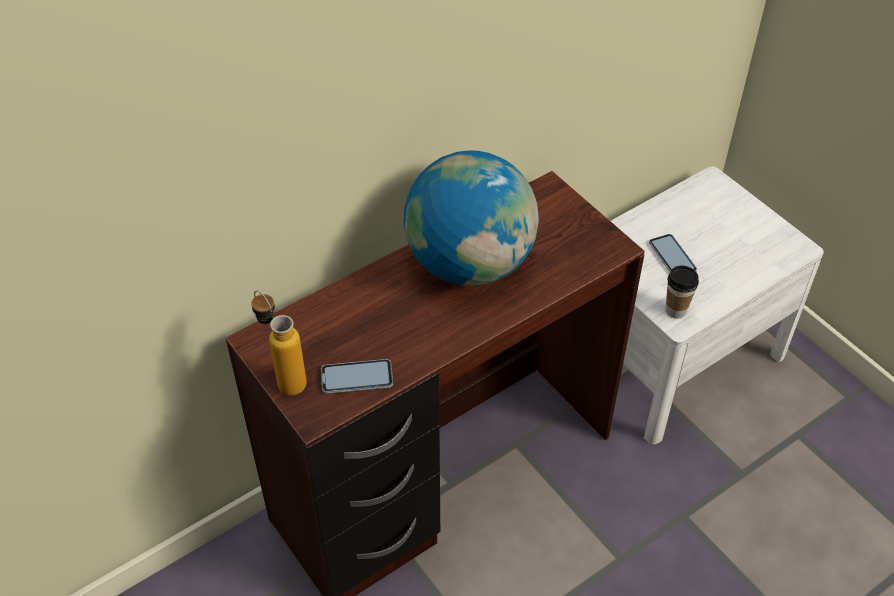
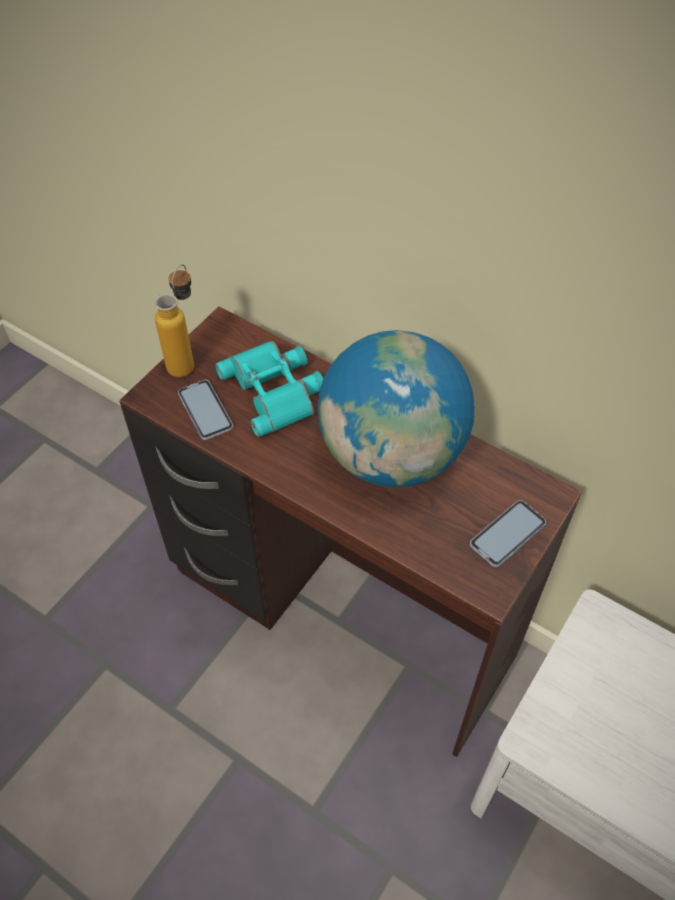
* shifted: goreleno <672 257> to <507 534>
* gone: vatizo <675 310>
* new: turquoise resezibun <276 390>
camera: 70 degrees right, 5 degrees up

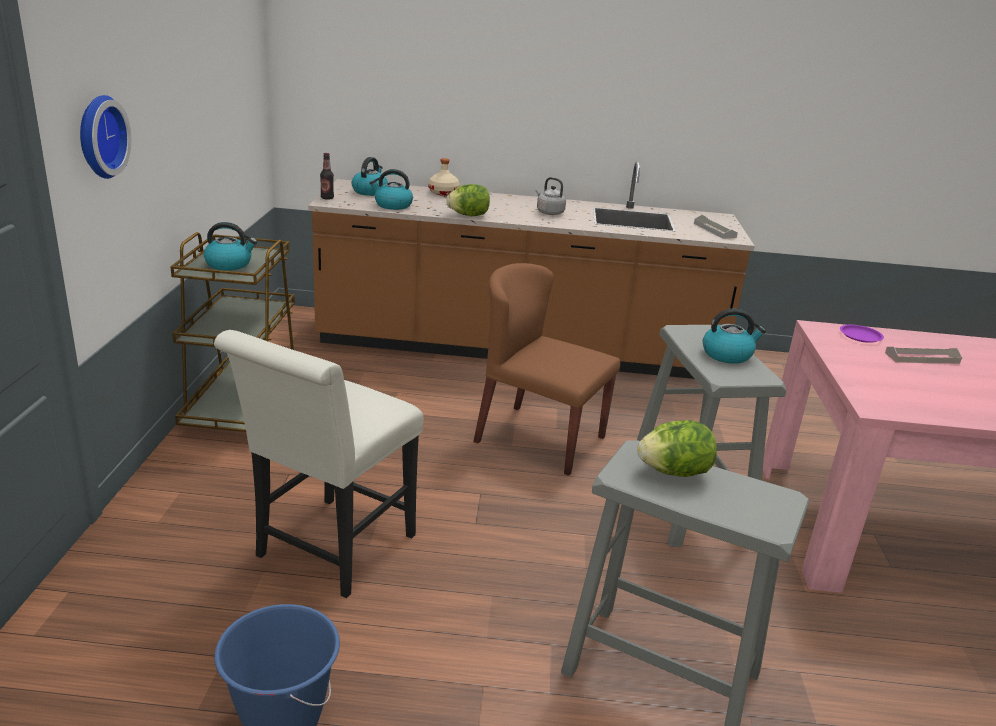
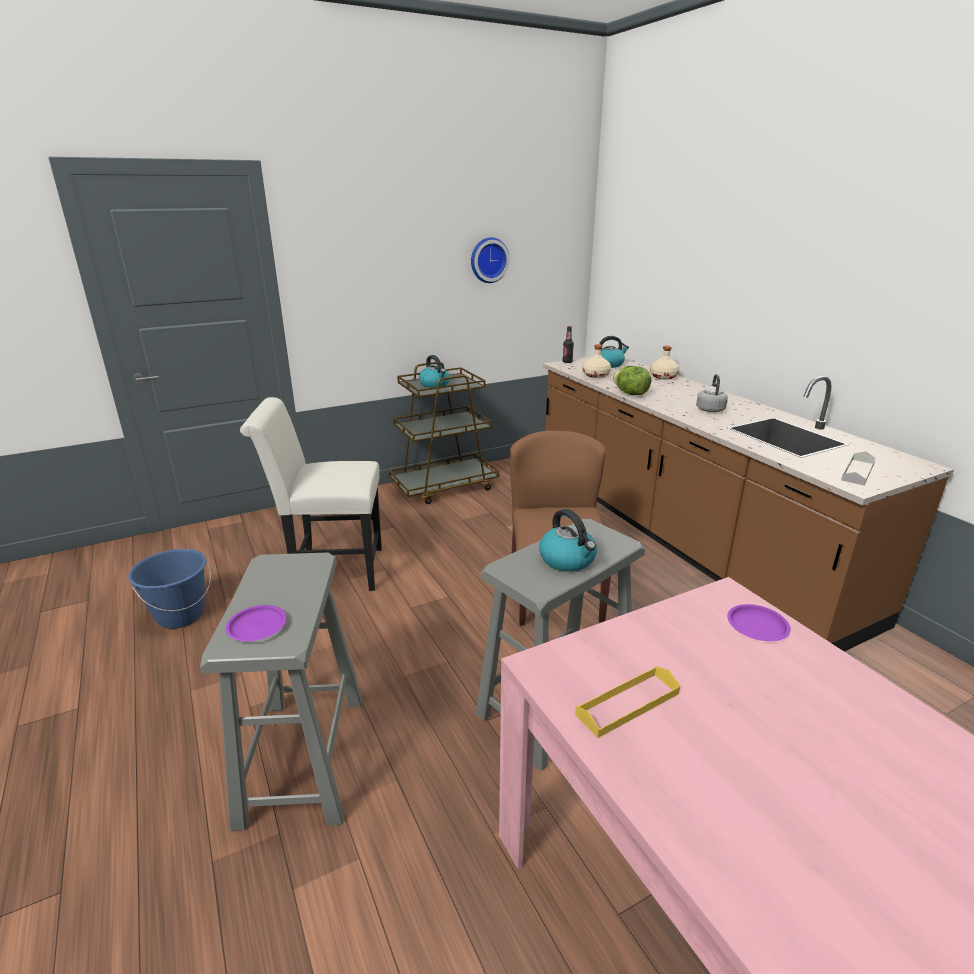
* shifted: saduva <98 136> to <488 260>
* swapped: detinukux <392 205> to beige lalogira <596 375>
* gone: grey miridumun <922 358>
* gone: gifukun <674 472>
* new: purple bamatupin <256 627>
* new: yellow miridumun <628 704>
camera: 60 degrees right, 0 degrees up

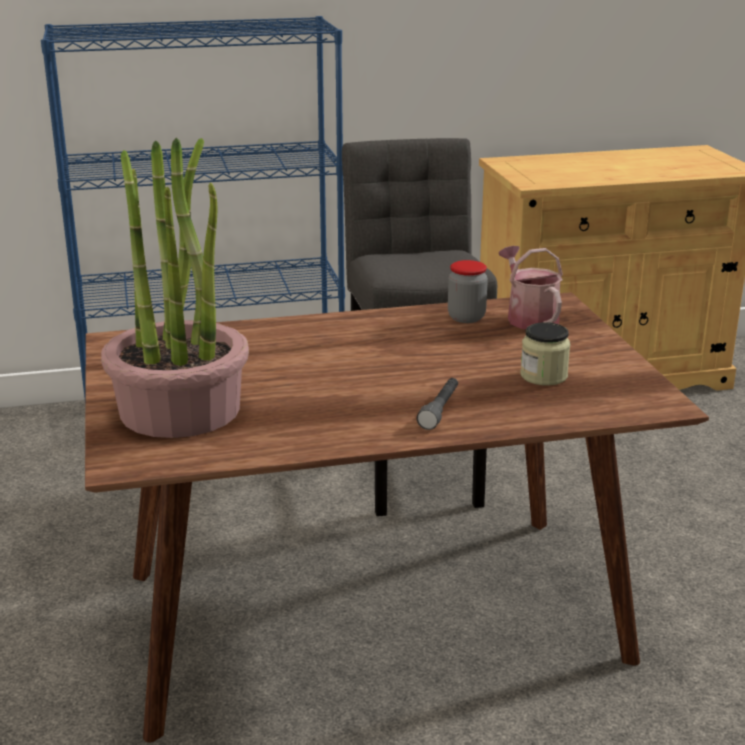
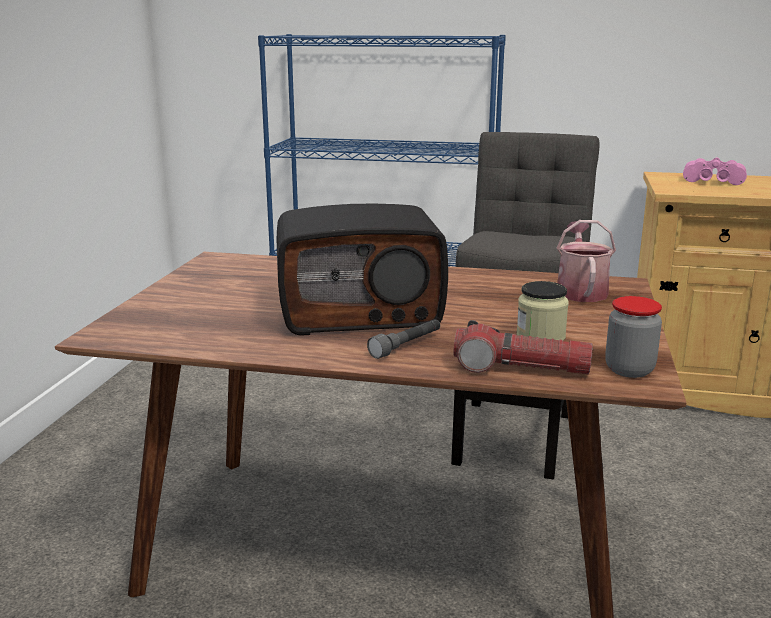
* gone: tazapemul <180 409>
* shifted: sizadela <466 317> to <629 370>
* new: pink resezibun <713 182>
* new: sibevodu <360 312>
* new: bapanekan <520 369>
camera: 25 degrees right, 5 degrees down

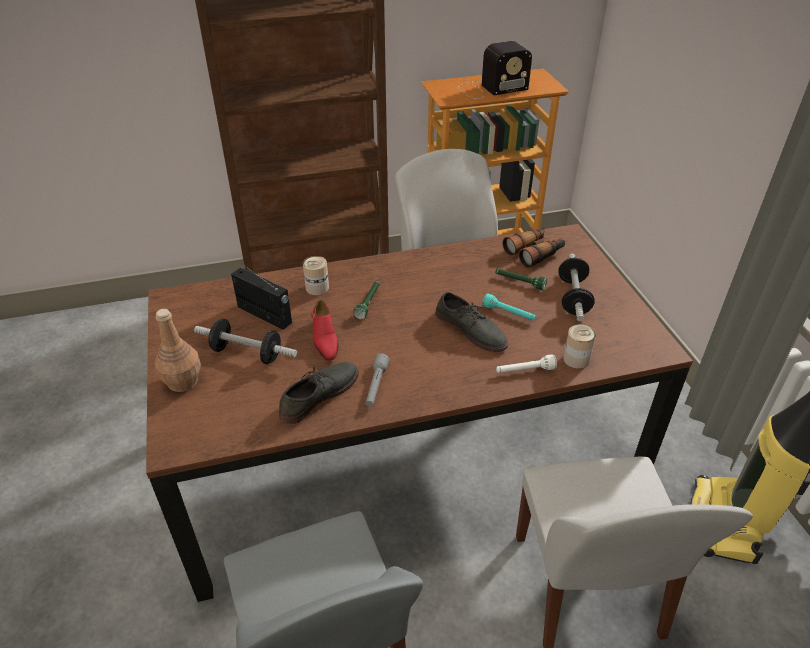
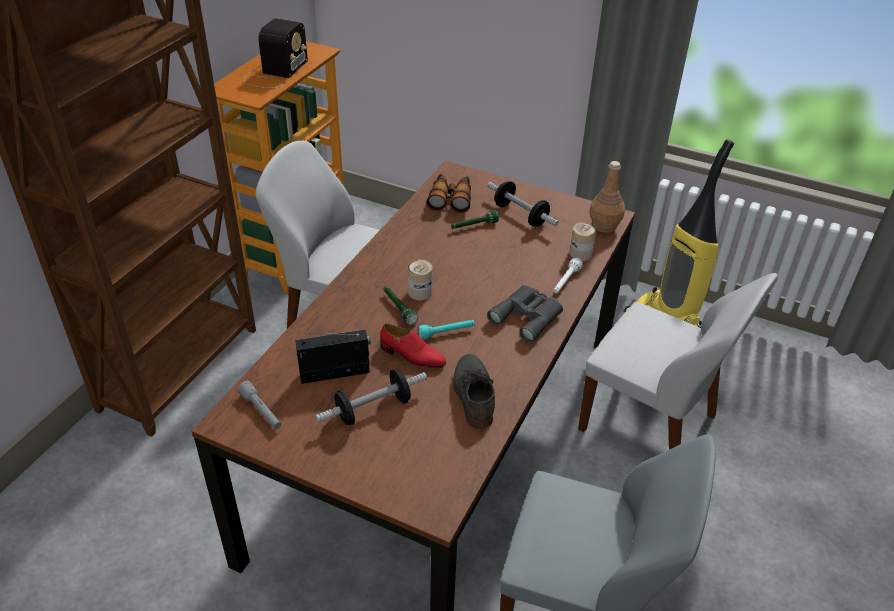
* shifted: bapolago <317 288> to <420 292>
* gone: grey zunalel <471 329>
* shifted: turquoise bapanekan <508 313> to <446 333>
* shifted: brown lalogira <182 382> to <604 226>
* shifted: grey bapanekan <376 385> to <261 411>
* new: grey resezibun <528 316>
camera: 50 degrees left, 0 degrees up

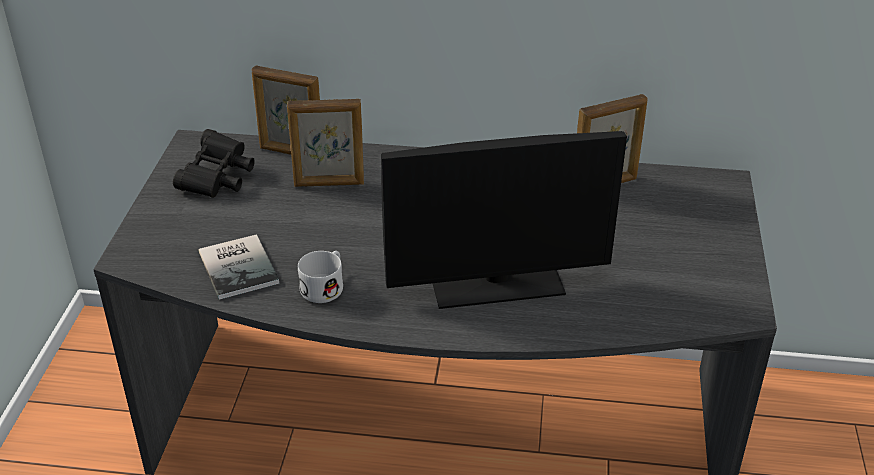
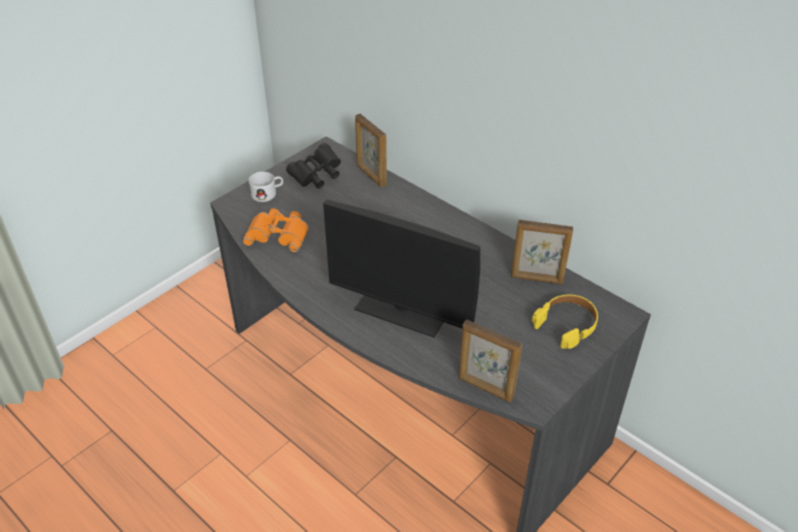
* shifted: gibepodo <329 184> to <485 388>
* swapped: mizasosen <240 266> to orange resezibun <279 234>
* shifted: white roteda <325 286> to <268 194>
* new: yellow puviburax <567 324>
camera: 35 degrees right, 5 degrees up

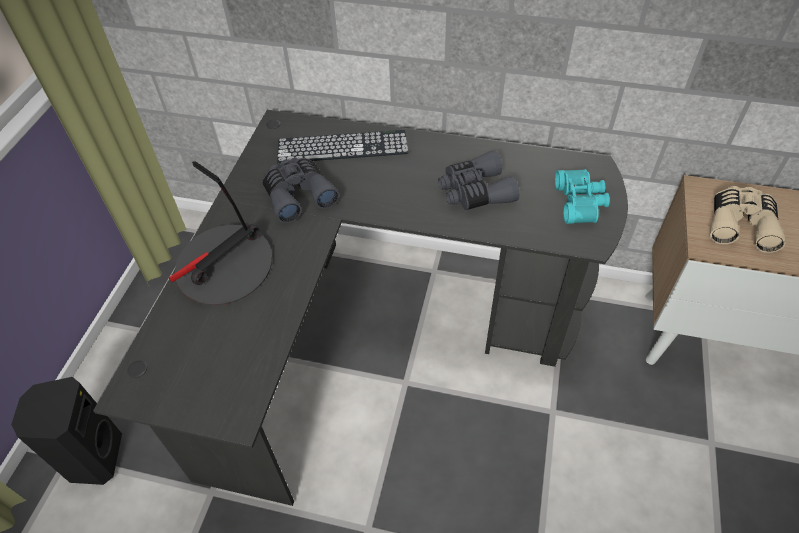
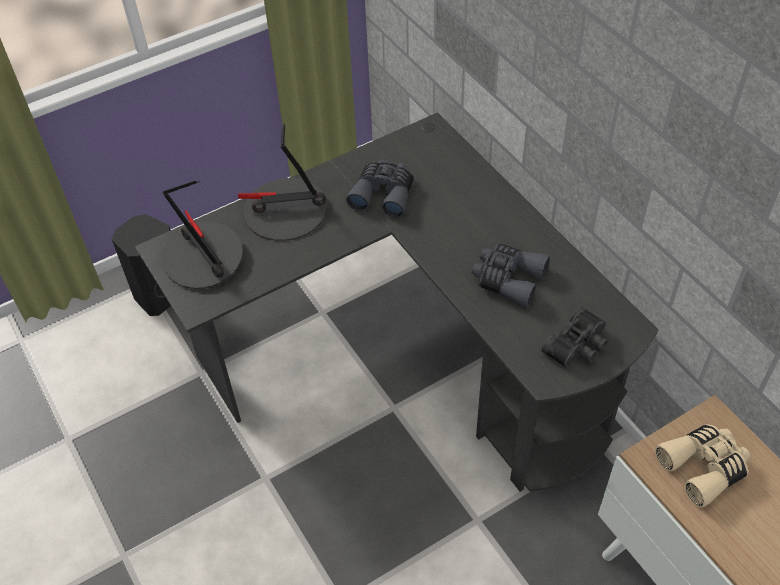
* gone: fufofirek <342 147>
* repainted: turquoise resezibun <581 202> to black resezibun <578 346>
* new: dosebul <203 257>
camera: 45 degrees right, 0 degrees up

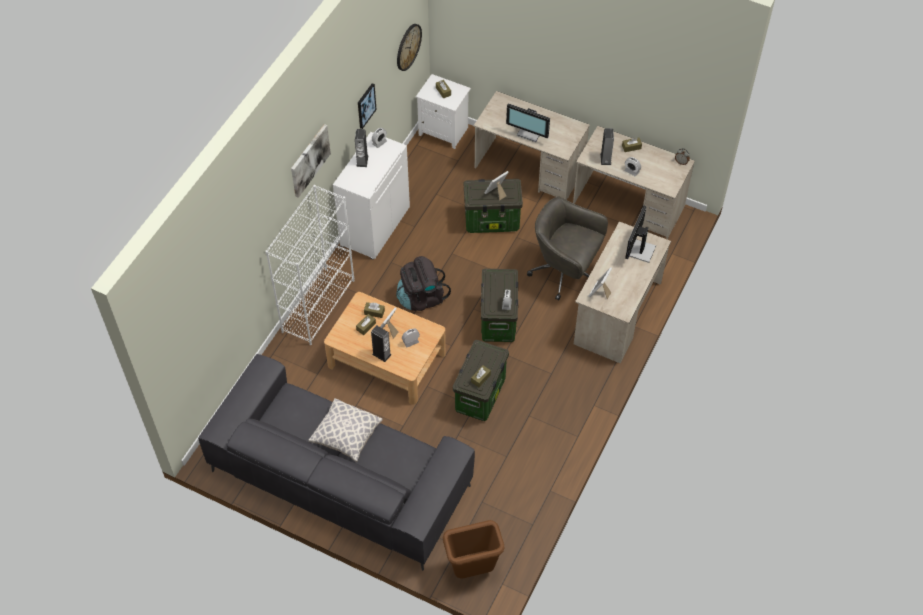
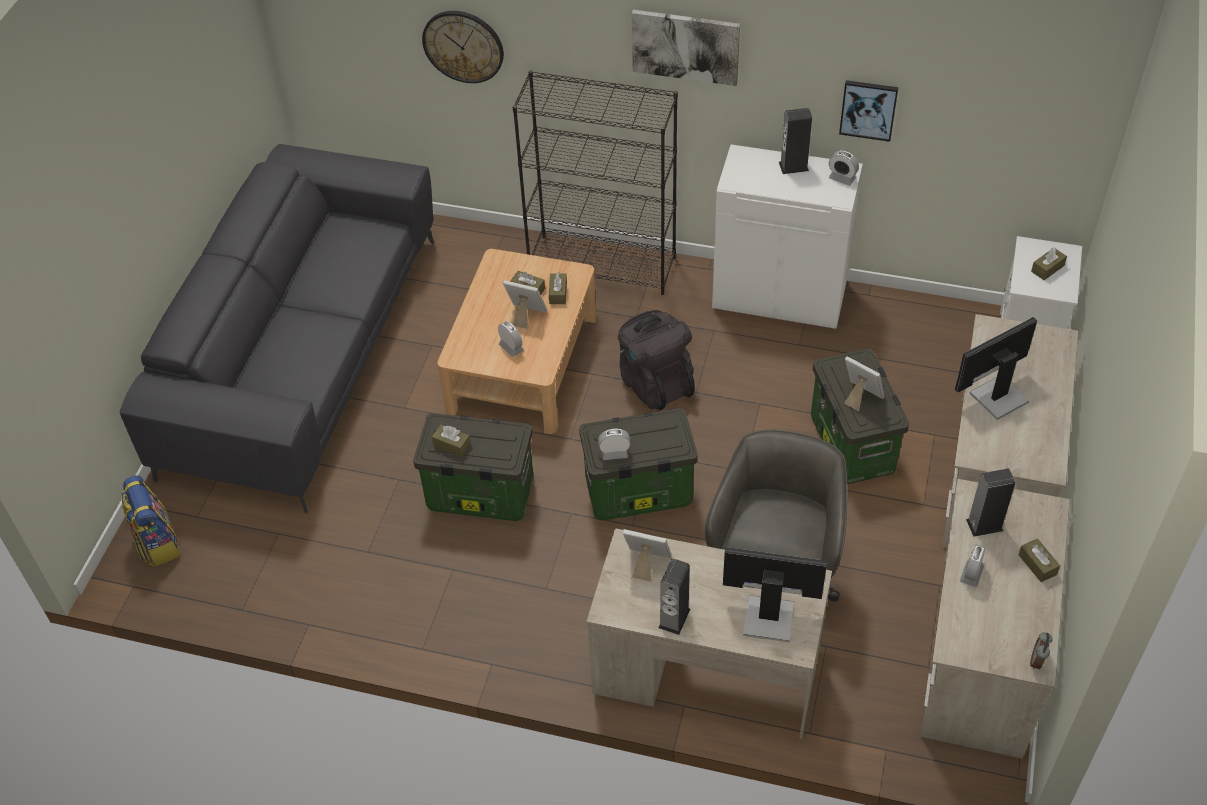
* shifted: saduva <408 47> to <463 46>
* rotated: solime <530 133> = <996 396> 45 degrees clockwise
* repainted: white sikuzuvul <318 305> to black sikuzuvul <603 264>
* shifted: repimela <381 354> to <674 618>
* gone: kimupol <346 435>
* swapped: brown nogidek <472 569> to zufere <157 543>
camera: 80 degrees right, 5 degrees down

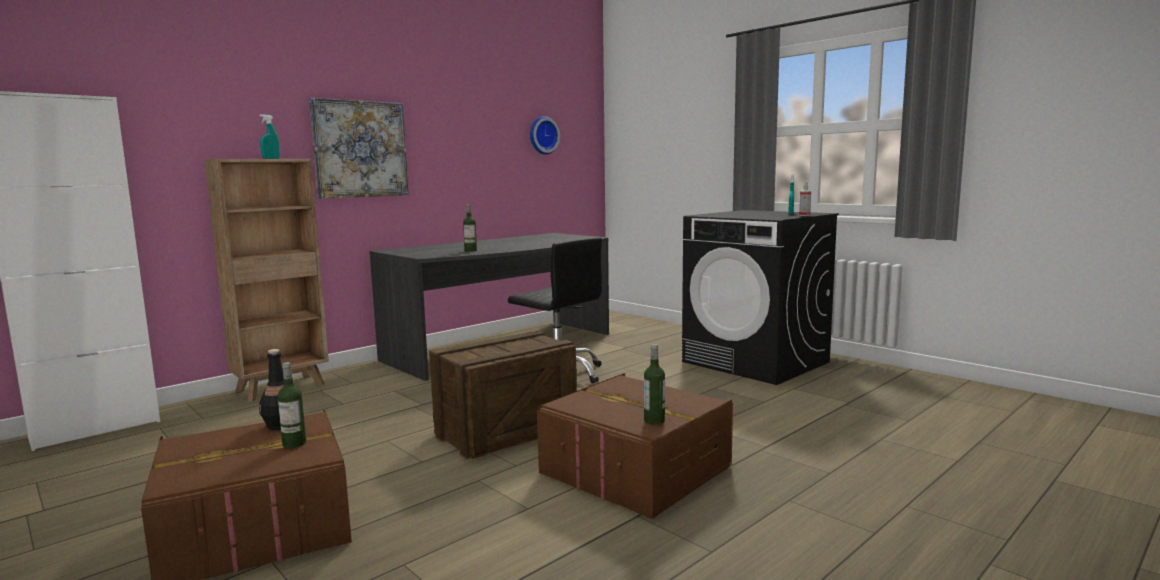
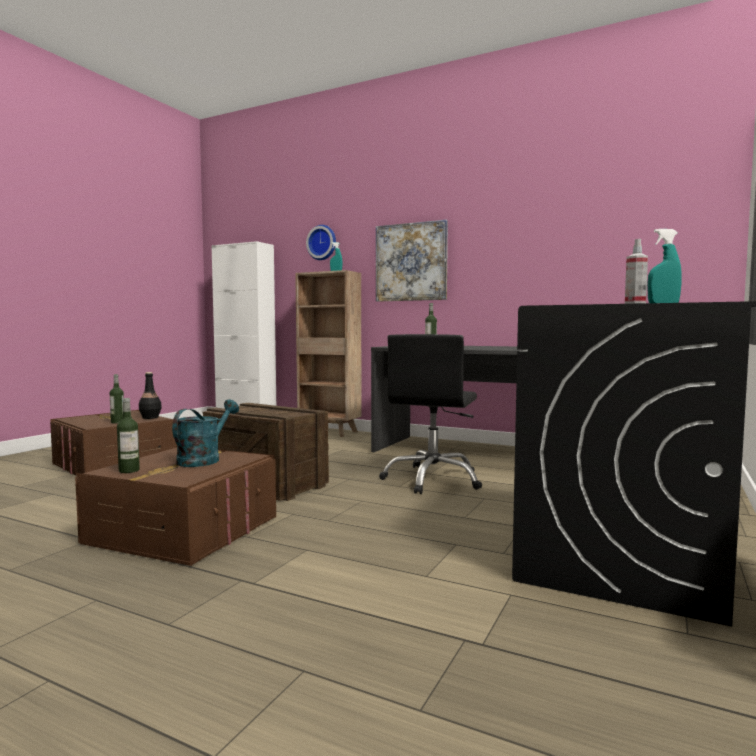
* shifted: saduva <542 135> to <322 243>
* new: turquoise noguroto <203 459>
camera: 70 degrees right, 5 degrees down

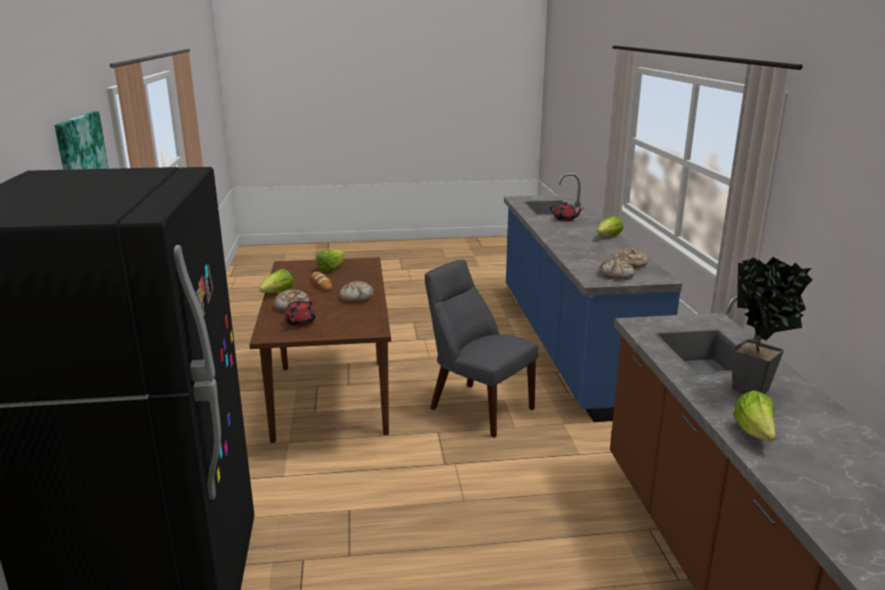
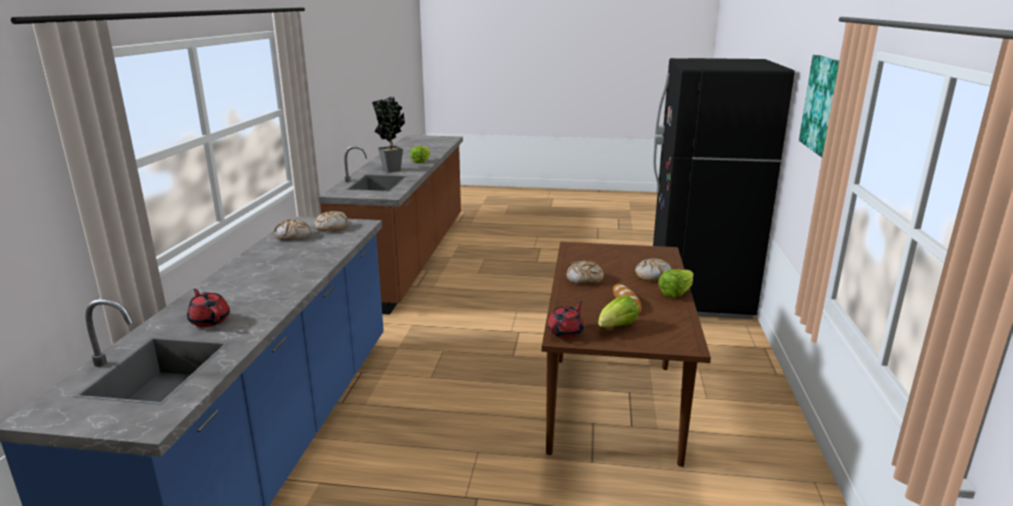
* gone: gifukun <608 237>
* gone: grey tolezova <477 407>
* shifted: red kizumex <299 323> to <566 332>
camera: 165 degrees left, 0 degrees up

